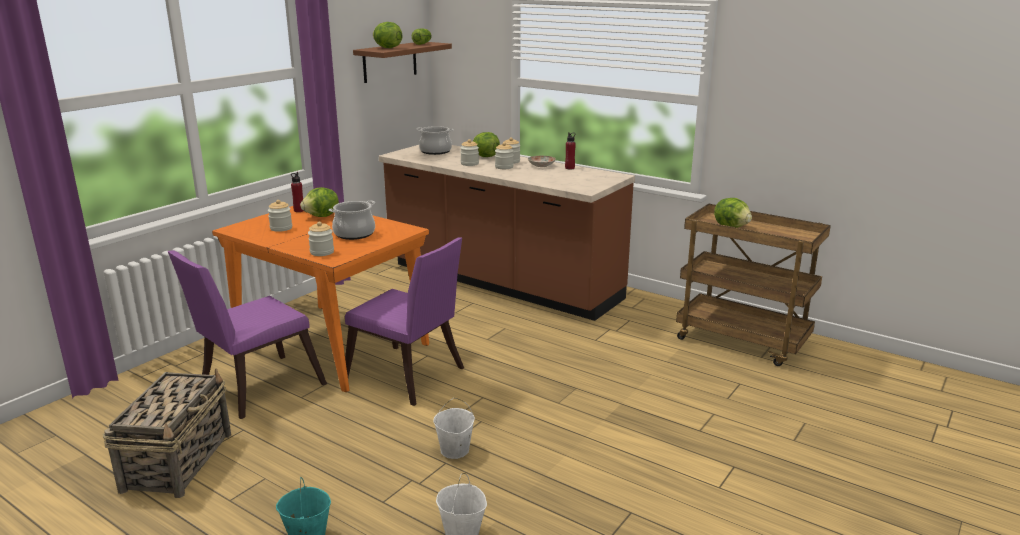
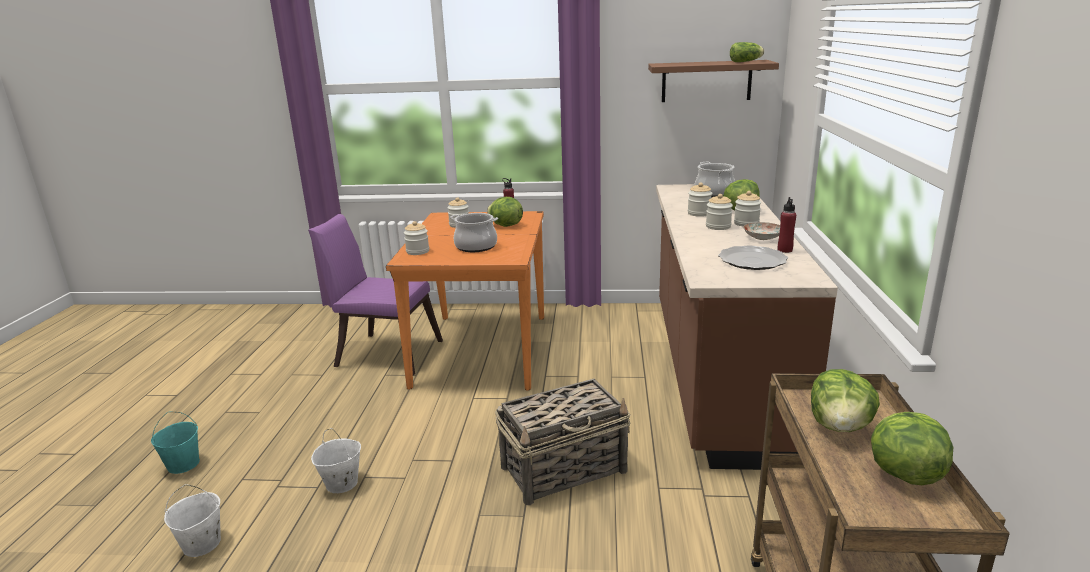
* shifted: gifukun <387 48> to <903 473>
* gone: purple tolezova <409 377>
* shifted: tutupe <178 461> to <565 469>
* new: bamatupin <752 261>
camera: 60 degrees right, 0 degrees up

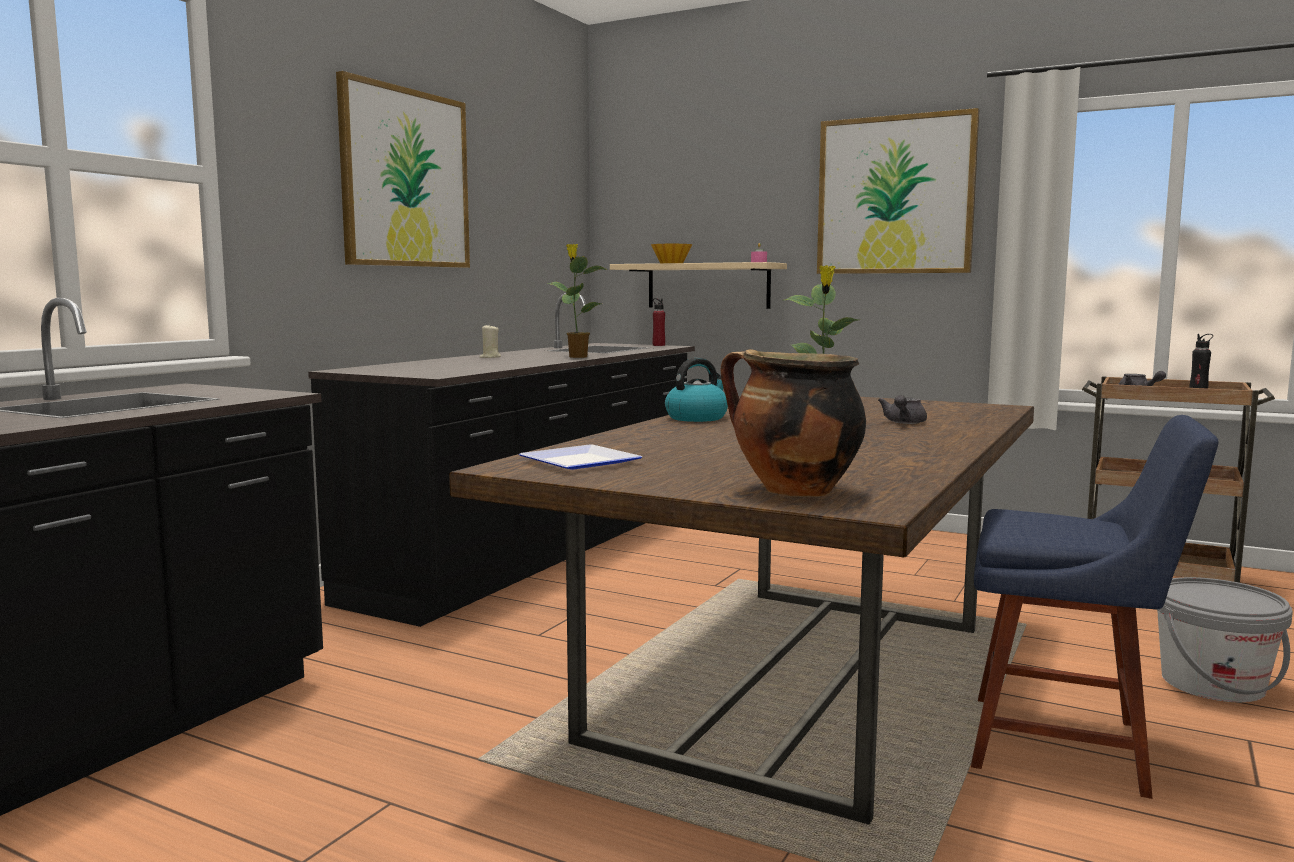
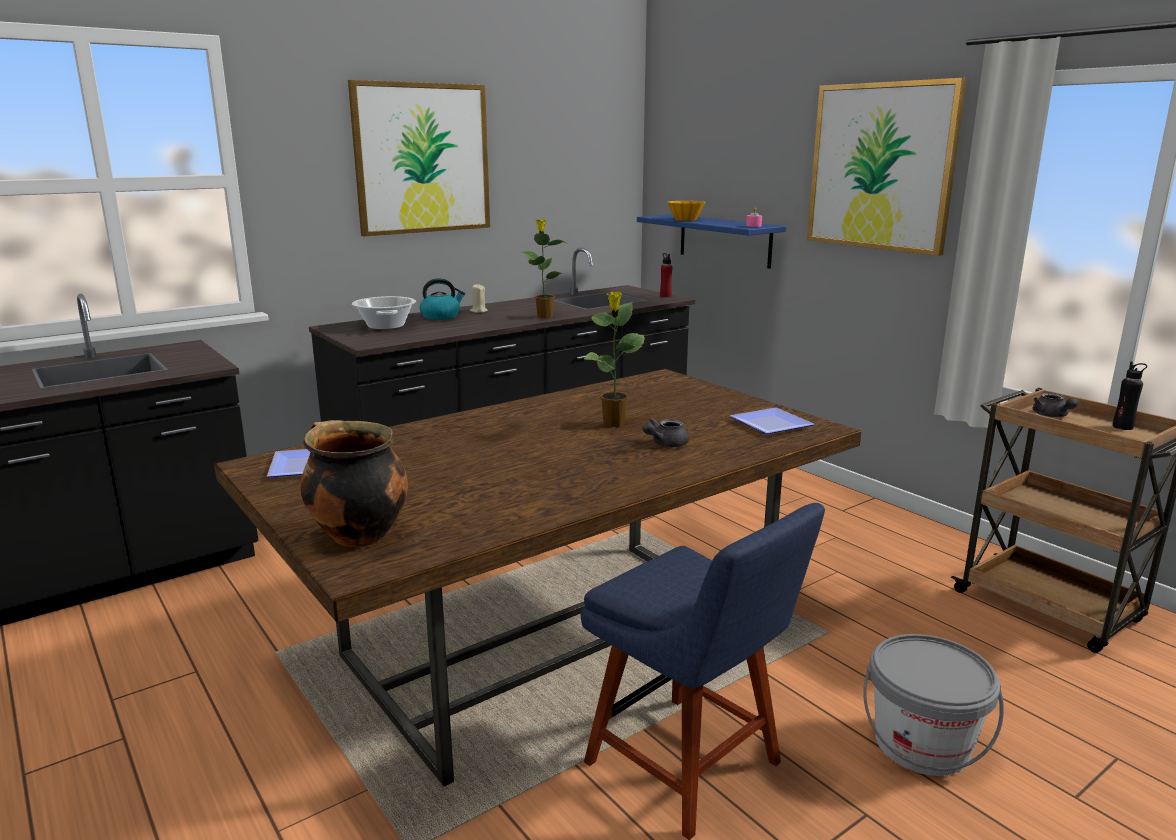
* repainted: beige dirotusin <708 286> to blue dirotusin <724 240>
* shifted: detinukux <697 418> to <441 316>
* new: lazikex <385 326>
* new: bamatupin <768 424>
camera: 25 degrees right, 10 degrees up

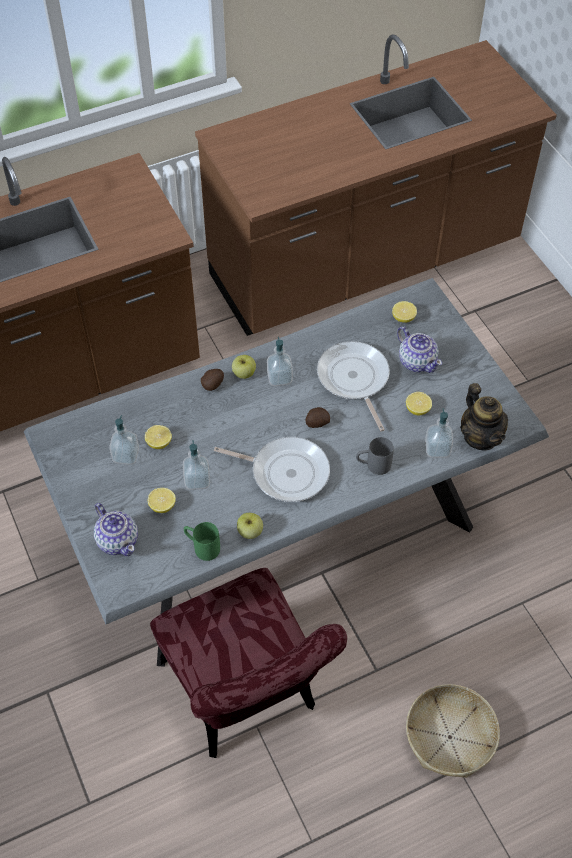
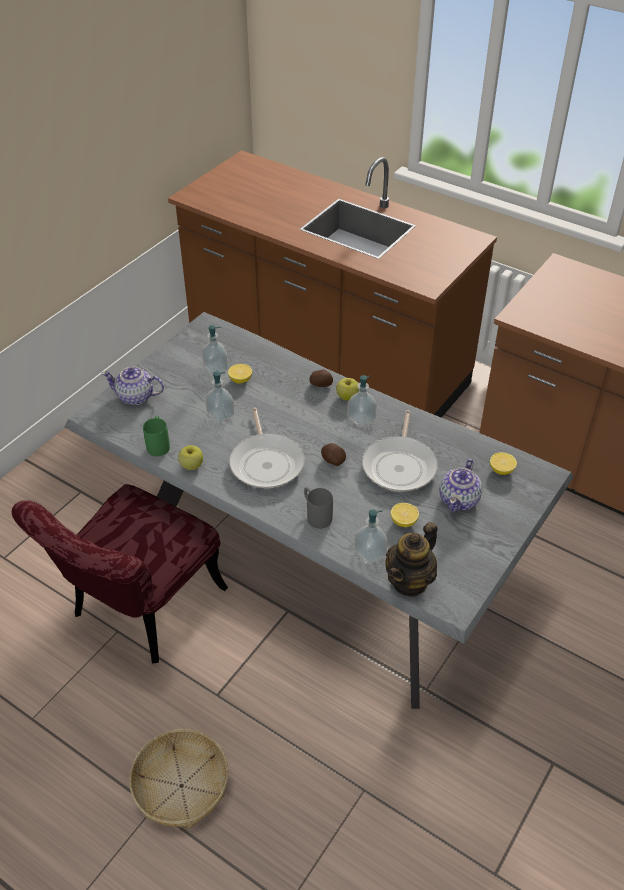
* rotated: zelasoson <354 379> = <400 465> 150 degrees clockwise
* gone: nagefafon <162 506>
* rotated: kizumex <118 540> = <136 397> 75 degrees clockwise
camera: 60 degrees right, 10 degrees down

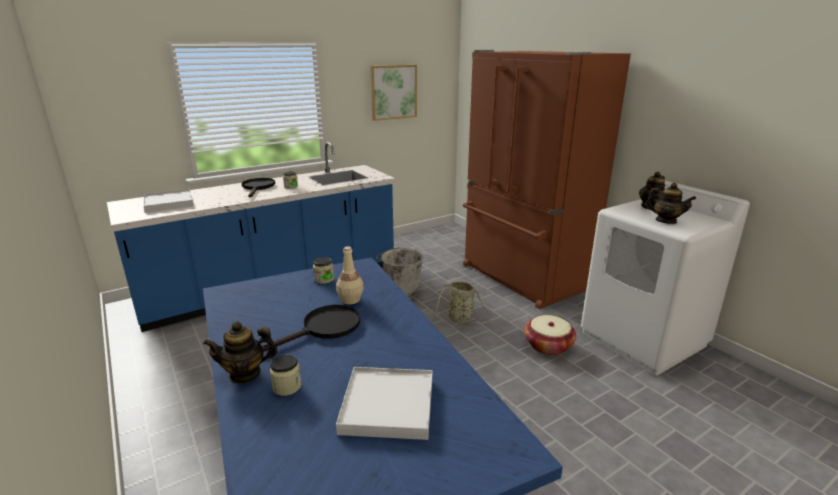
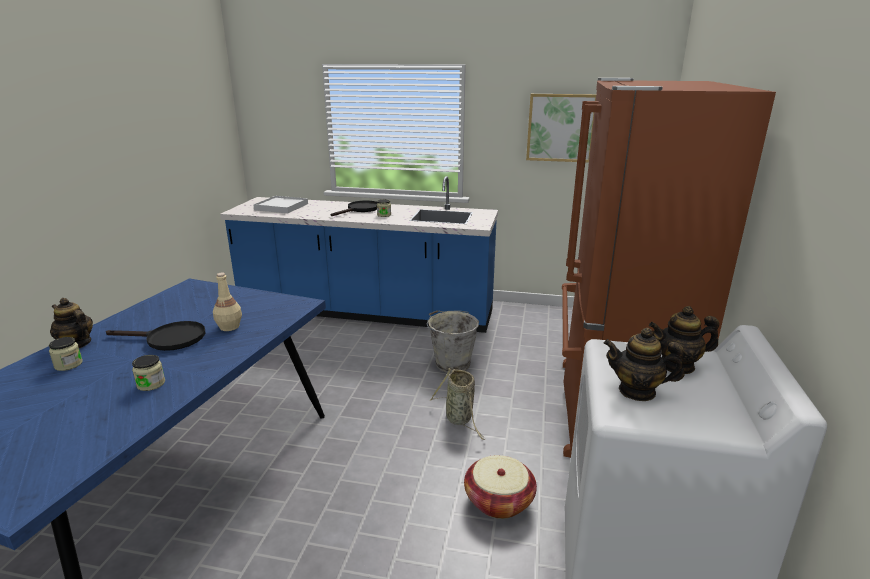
* rotated: kizumex <665 221> = <637 391> 120 degrees clockwise
* shifted: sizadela <324 279> to <151 384>
* gone: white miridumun <387 405>
camera: 45 degrees right, 0 degrees up

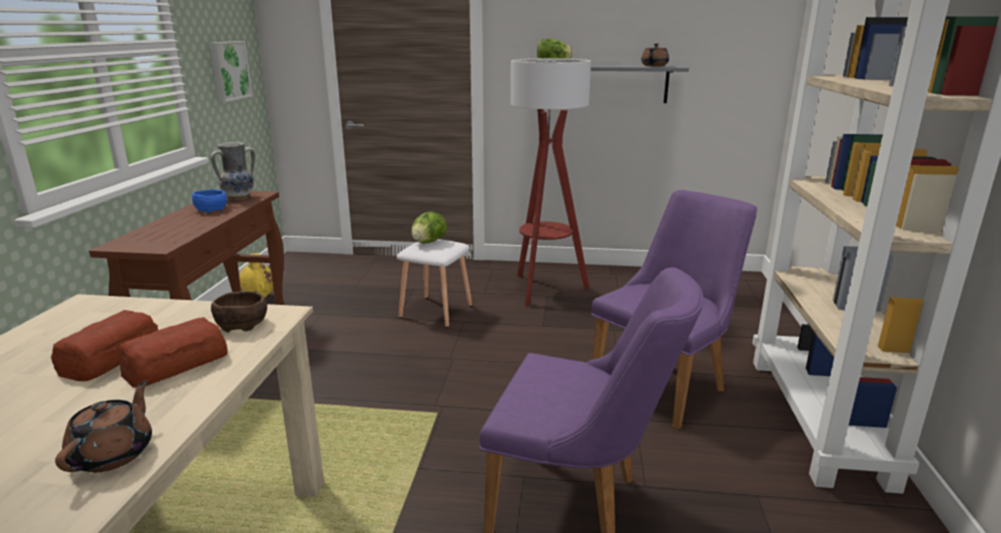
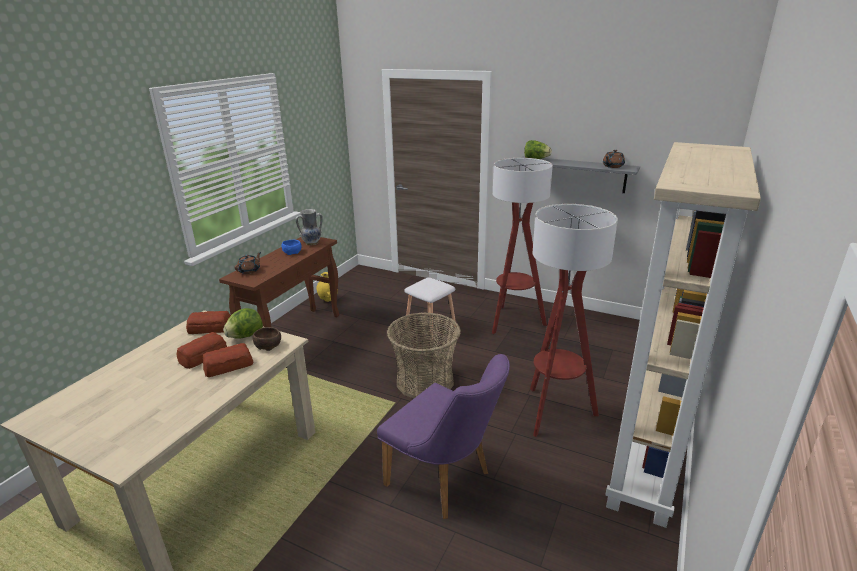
* gone: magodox <229 70>
* swapped: purple tolezova <667 384> to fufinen <554 412>
* shifted: gifukun <428 242> to <245 336>
* shifted: brown kizumex <114 453> to <249 270>
* new: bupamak <209 328>
* new: tutupe <425 381>
camera: 20 degrees right, 5 degrees up

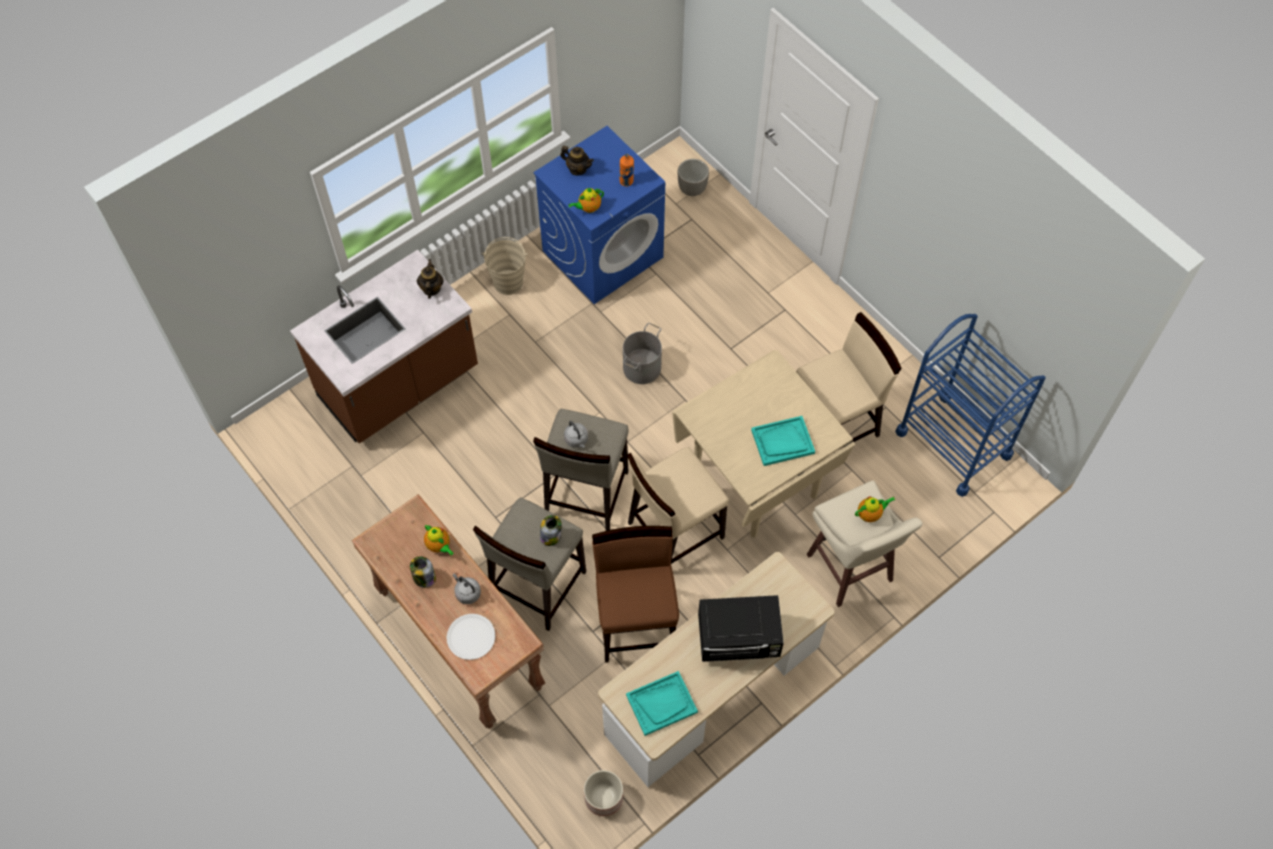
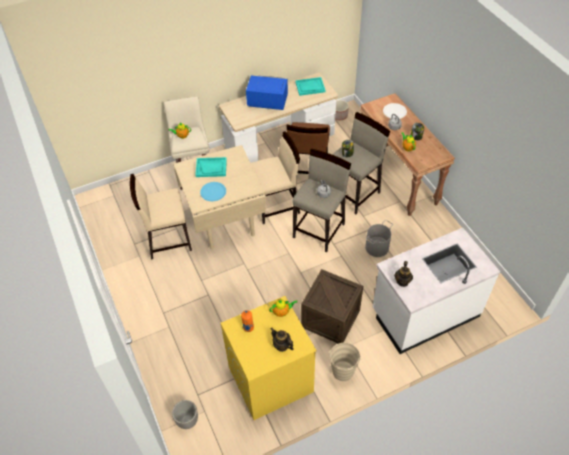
* repainted: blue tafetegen <603 253> to yellow tafetegen <270 380>
* repainted: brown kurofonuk <399 384> to white kurofonuk <424 313>
* gone: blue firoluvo <953 443>
* shifted: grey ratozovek <641 367> to <377 247>
* repainted: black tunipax <739 639> to blue tunipax <267 102>
* new: blue bamatupin <213 192>
* new: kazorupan <330 318>
camera: 165 degrees left, 10 degrees down

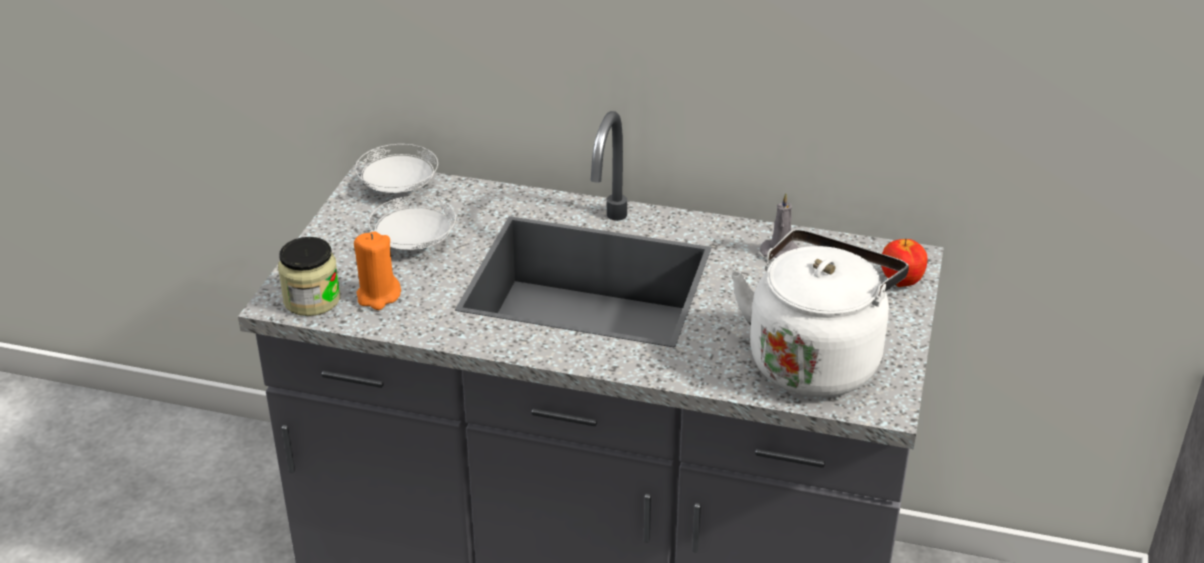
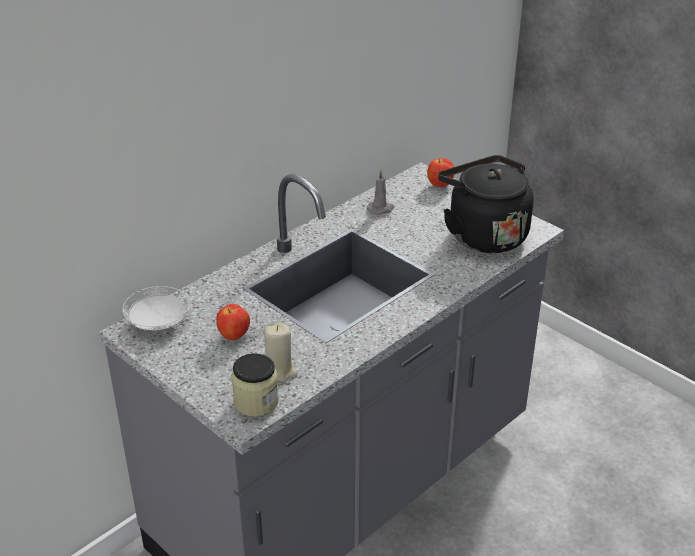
* swapped: white bamatupin <414 243> to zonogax <234 336>
* repainted: white detinukux <815 359> to black detinukux <483 234>
* repainted: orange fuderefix <378 296> to beige fuderefix <280 370>
camera: 60 degrees left, 0 degrees up

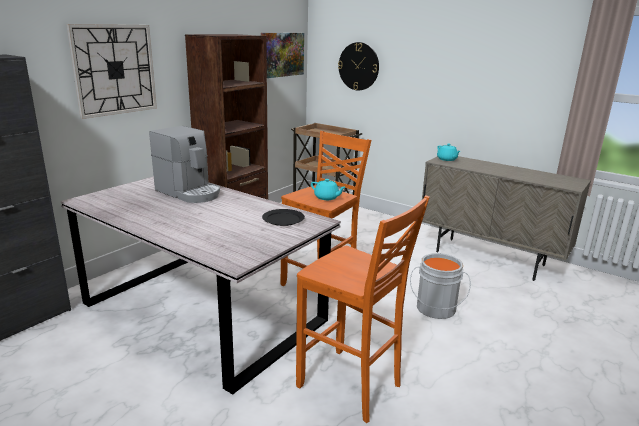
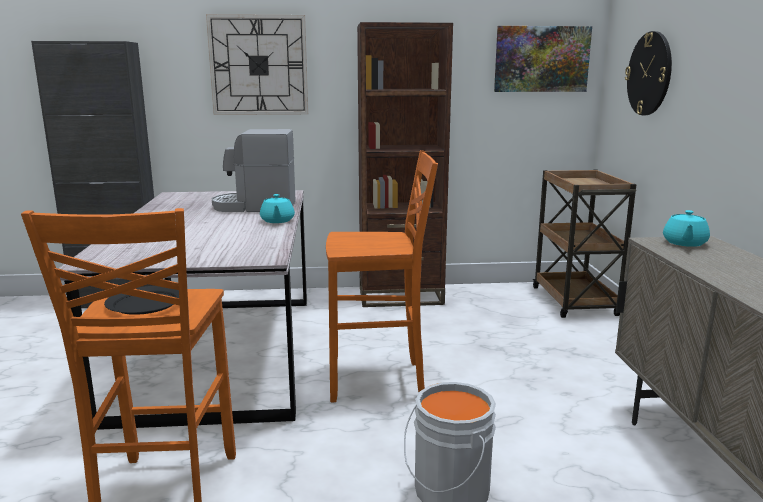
* rotated: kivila <189 192> = <255 207> 90 degrees clockwise
* shifted: turquoise kizumex <327 198> to <277 221>
* shifted: black bamatupin <283 219> to <145 303>
camera: 50 degrees right, 5 degrees down

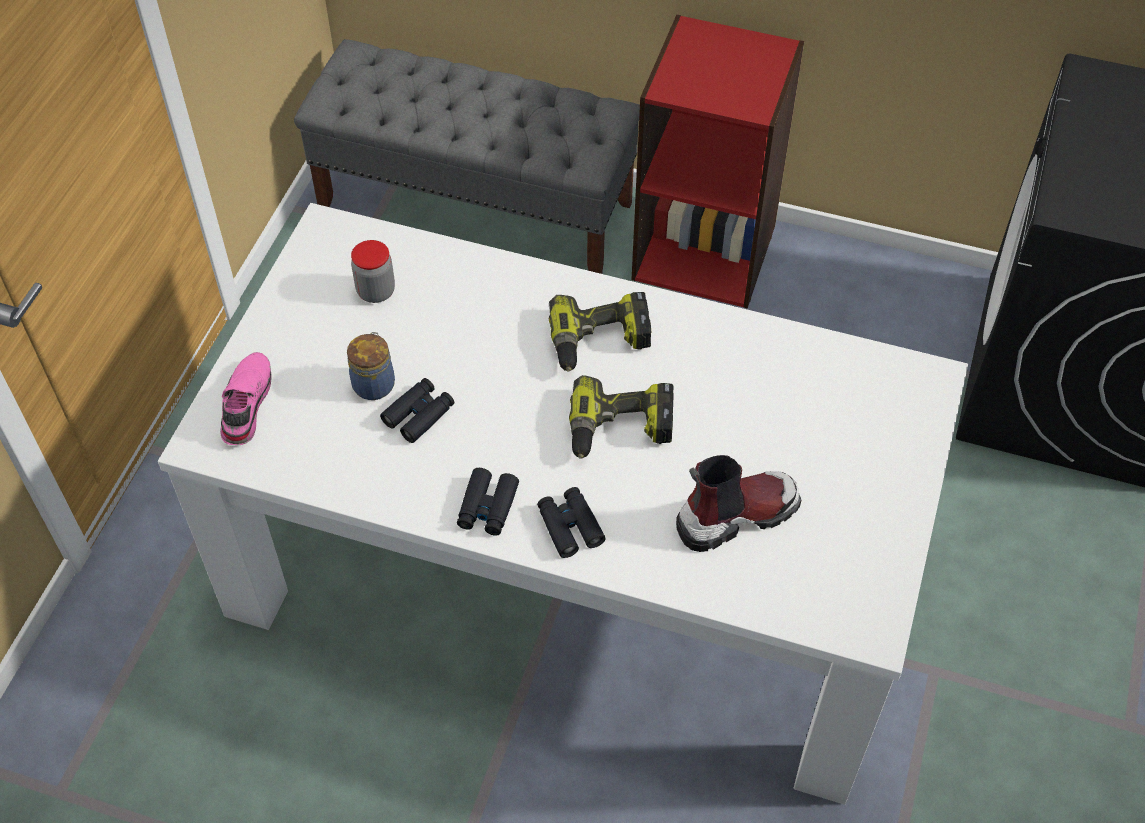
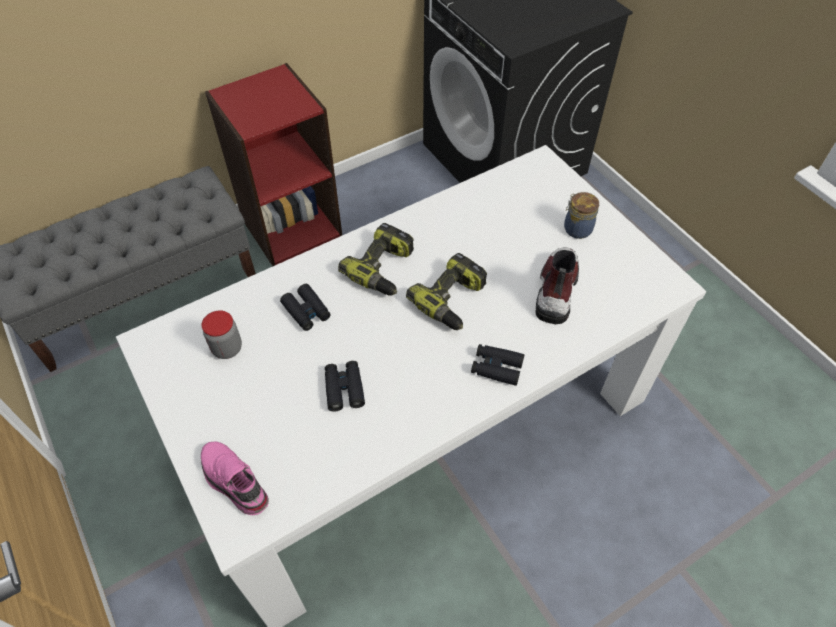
* shifted: sizadela <374 383> to <576 228>
* shifted: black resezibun <487 507> to <306 311>
camera: 50 degrees left, 0 degrees up

